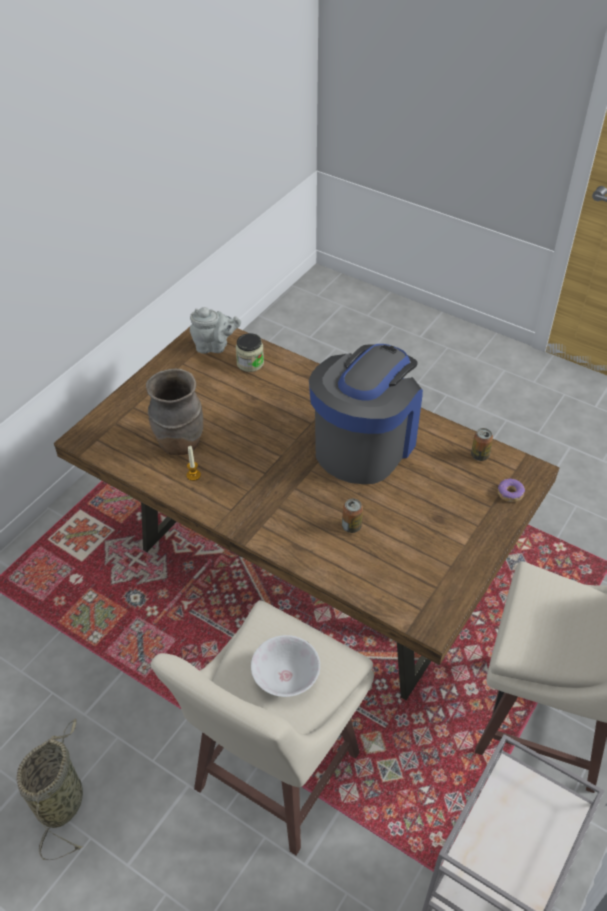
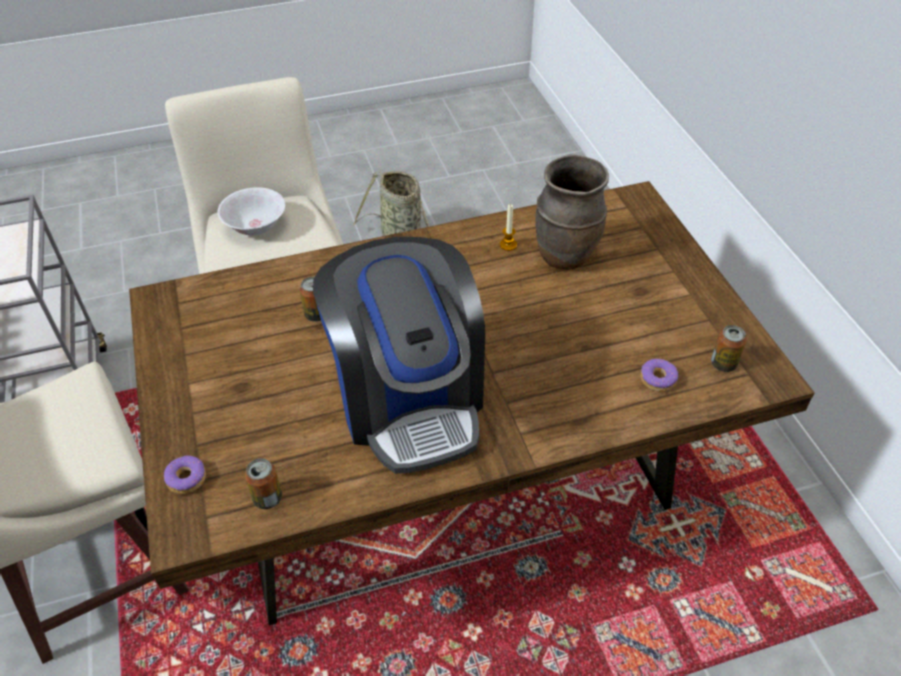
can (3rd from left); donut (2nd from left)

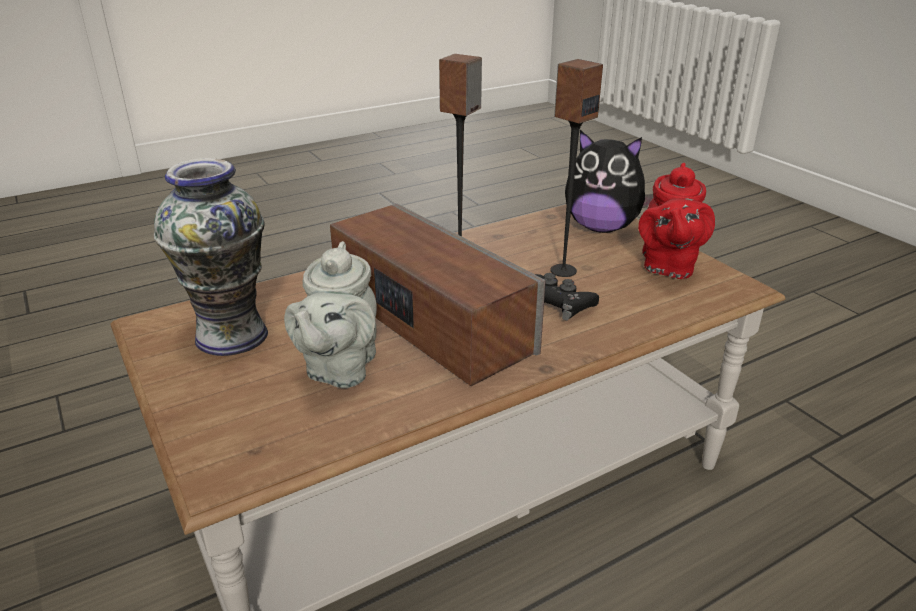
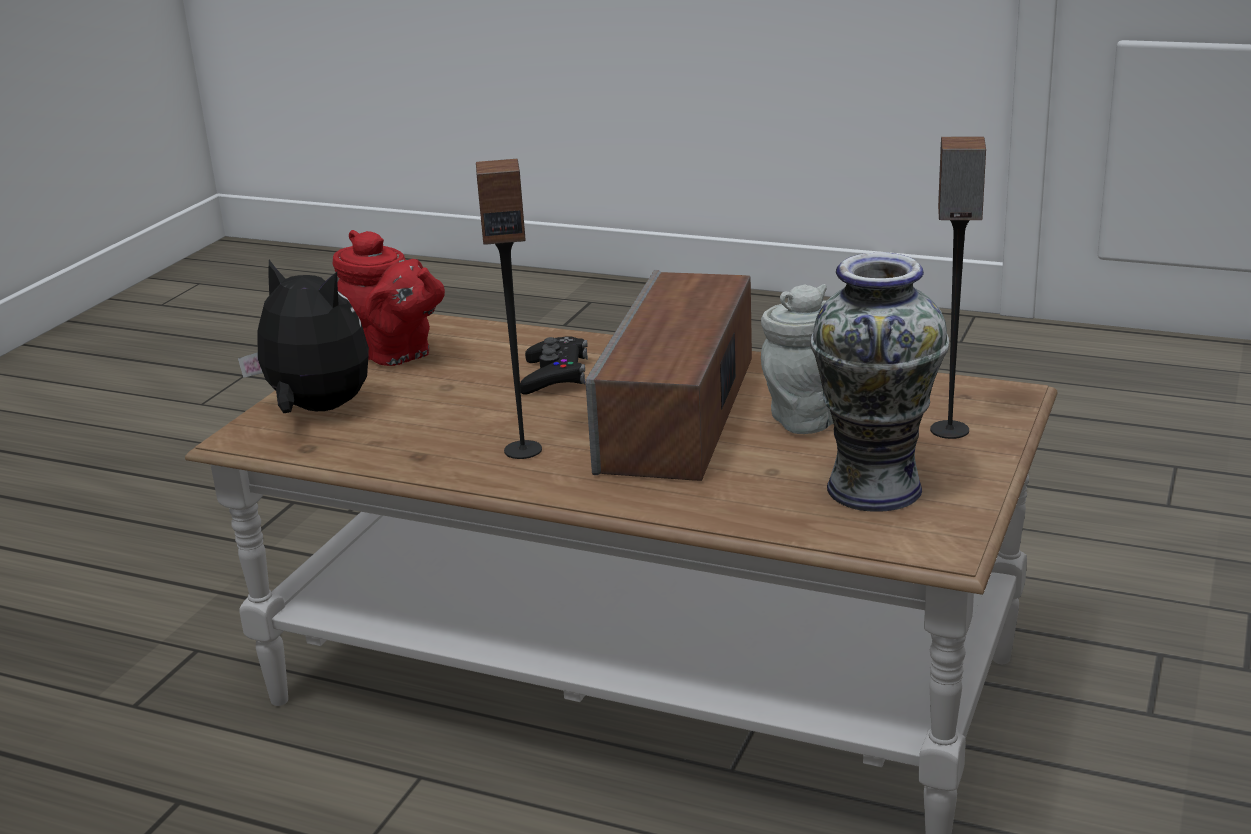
audio_speaker (3rd from left); soft_toy; reddish_teapot

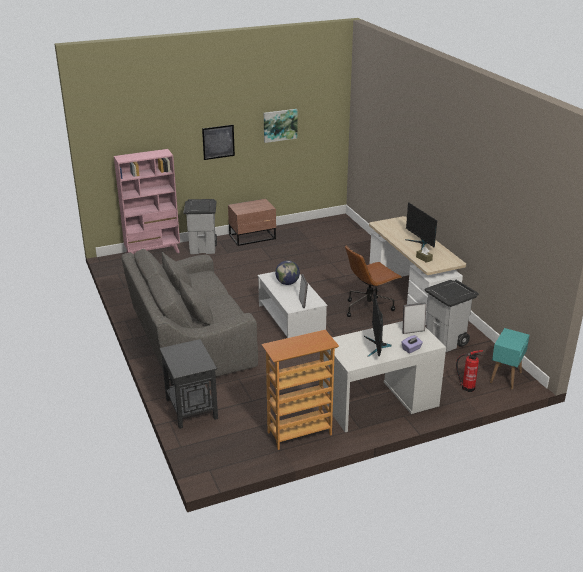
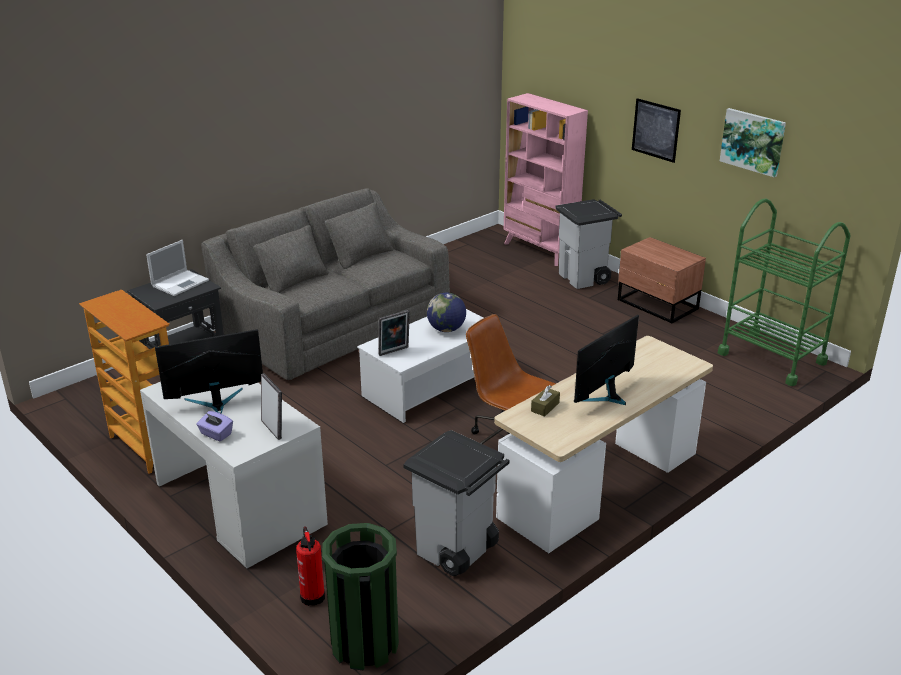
notebook_computer; green-coloured_cart; green-coloured_trash_can

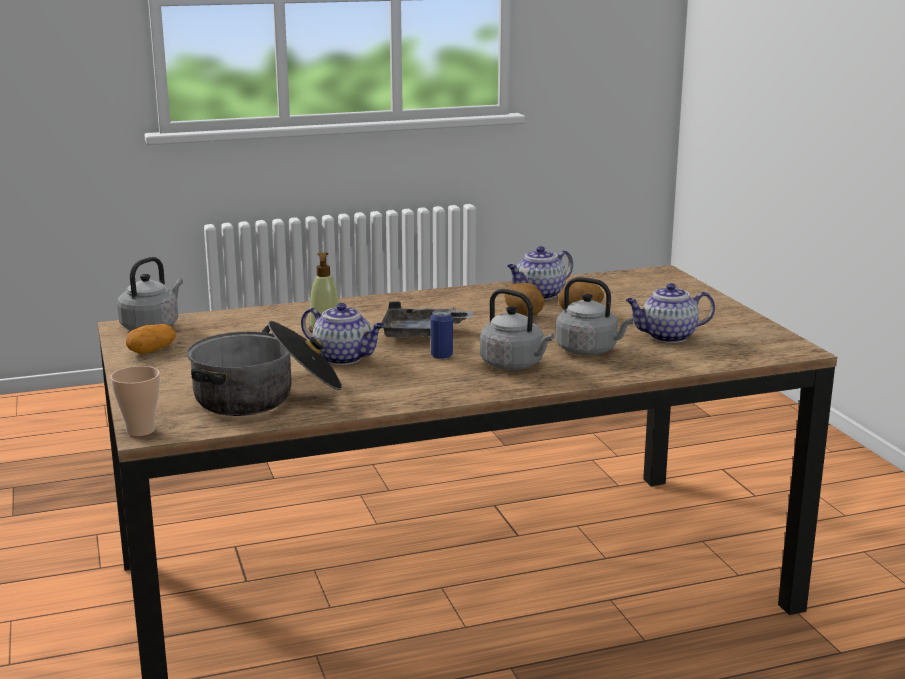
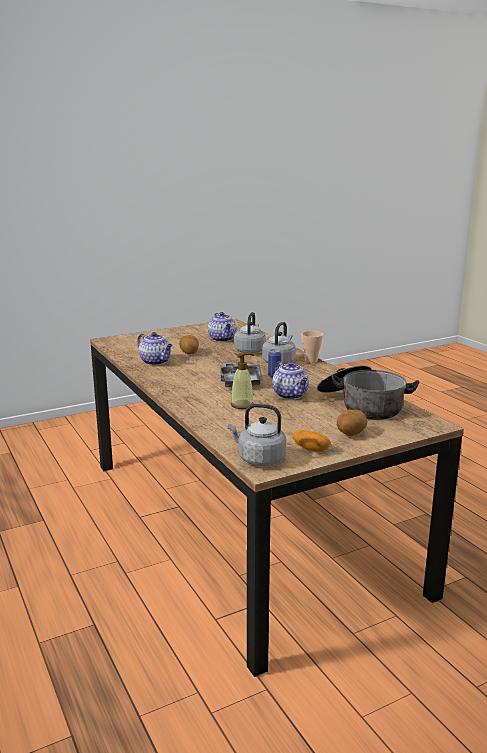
drinking_cup; spud (3rd from left); teapot (3rd from left)

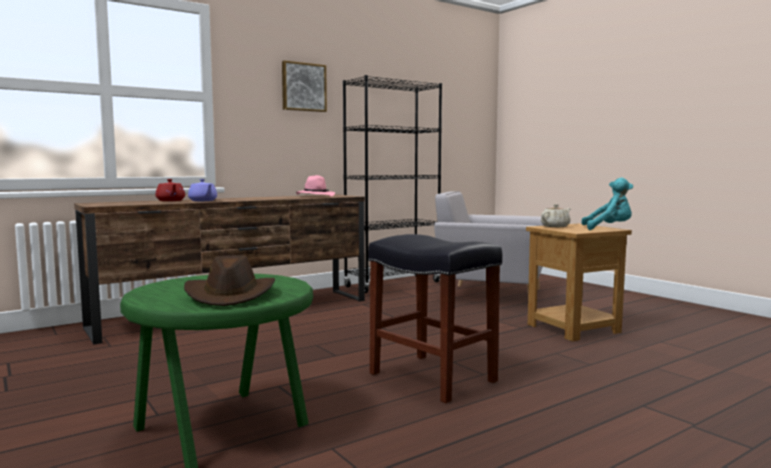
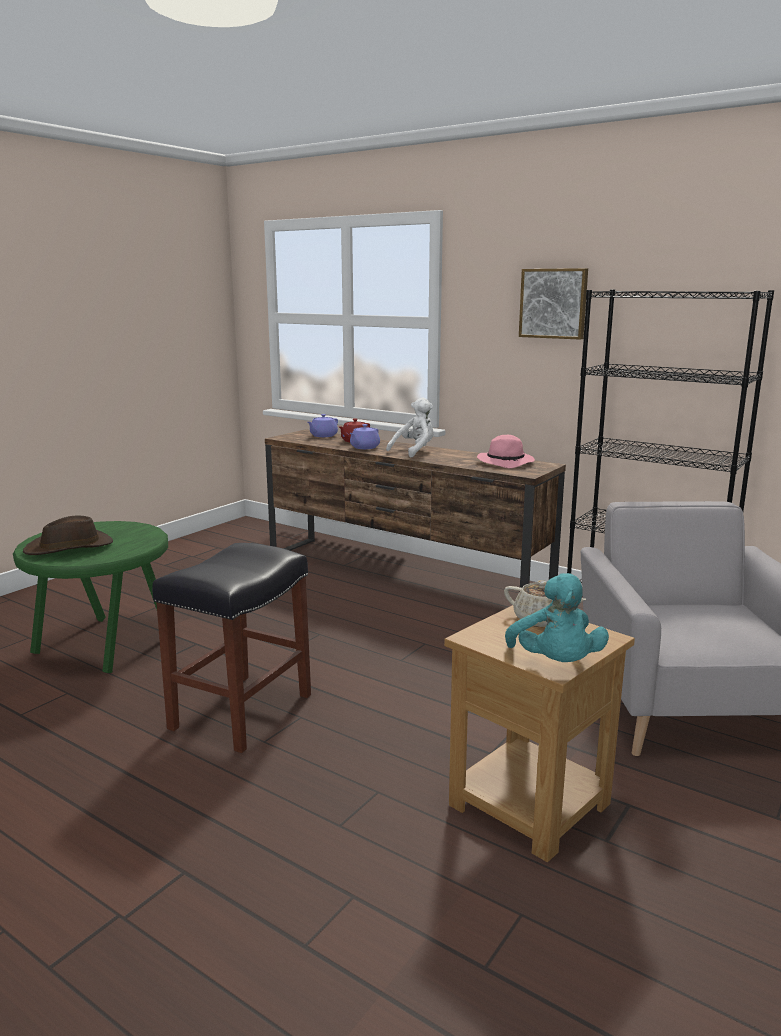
purple-coloured_teapot (1st from left); whitish_soft_toy

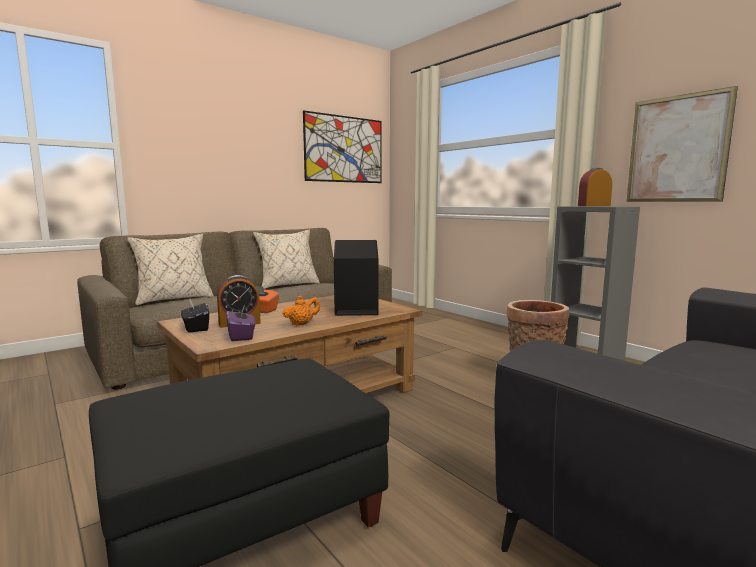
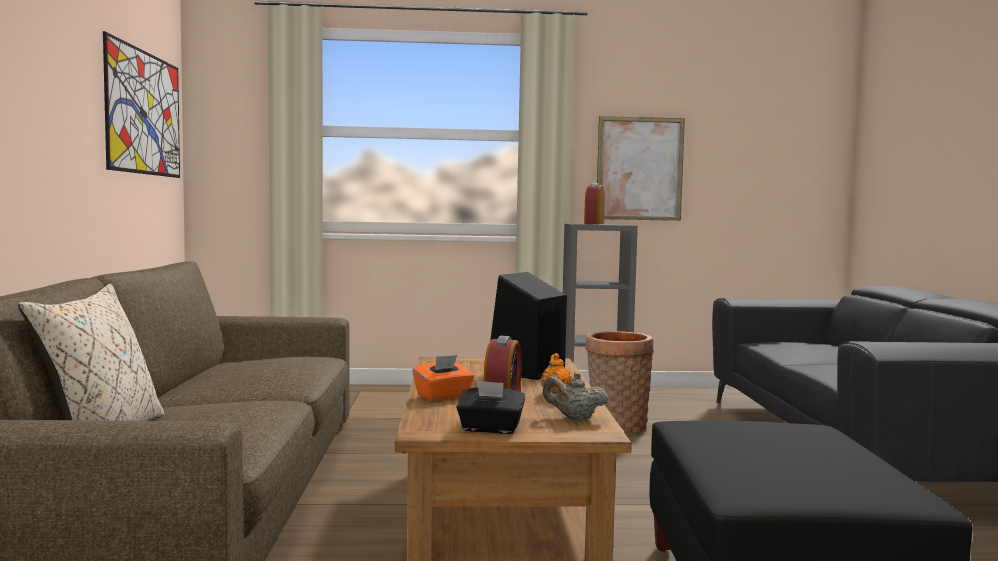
beige_pillow (2nd from left in the first image); beige_teapot

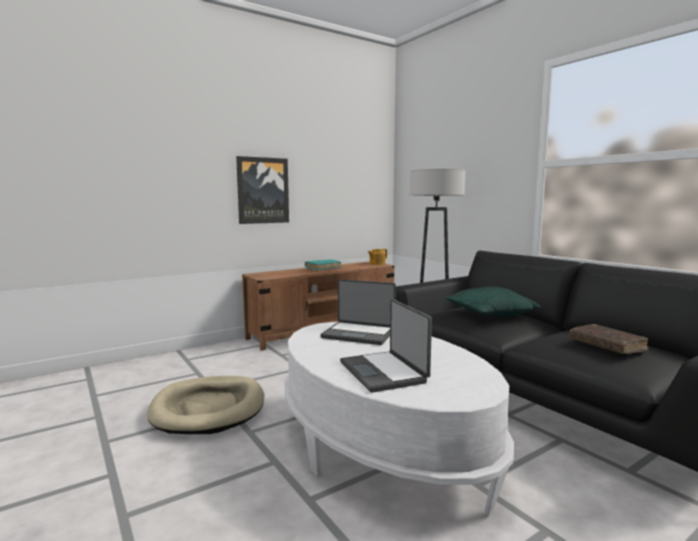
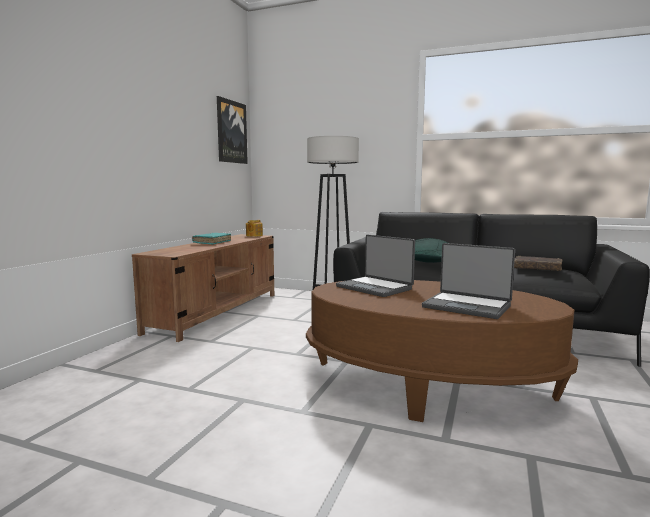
beige_dog_bed; wall_picture; brown-coloured_lounge_table; notebook_computer (1st from left)

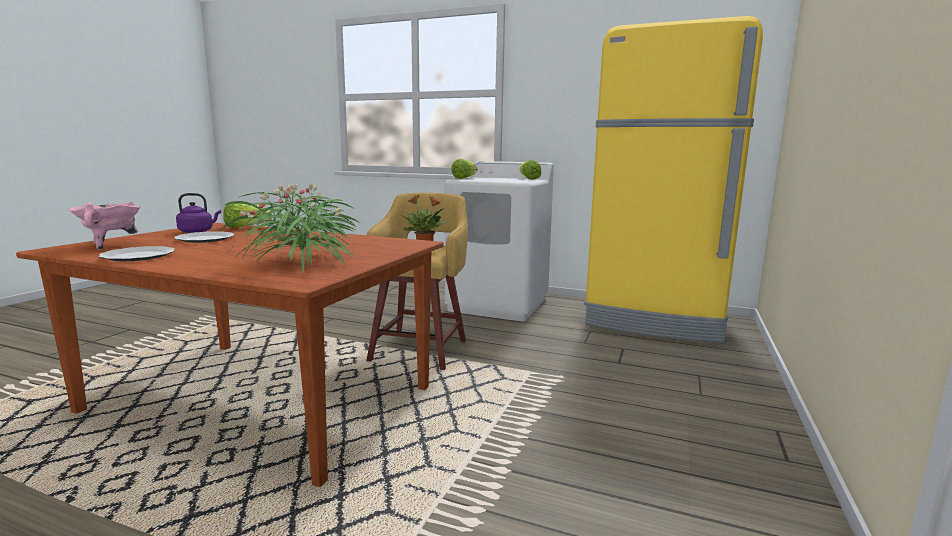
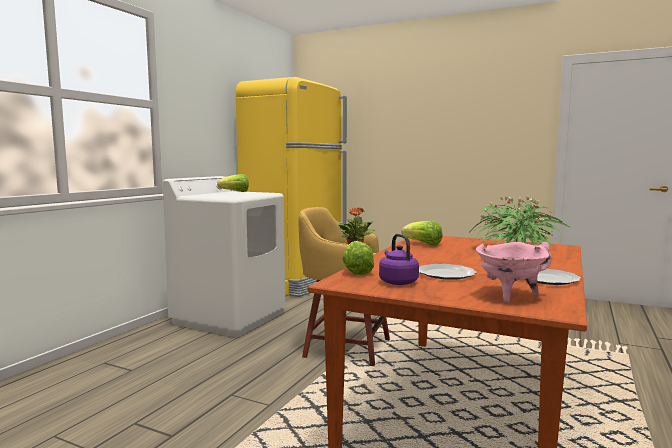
lettuce (3rd from left)

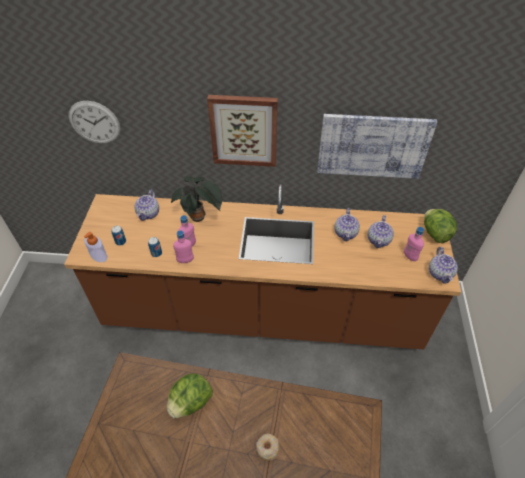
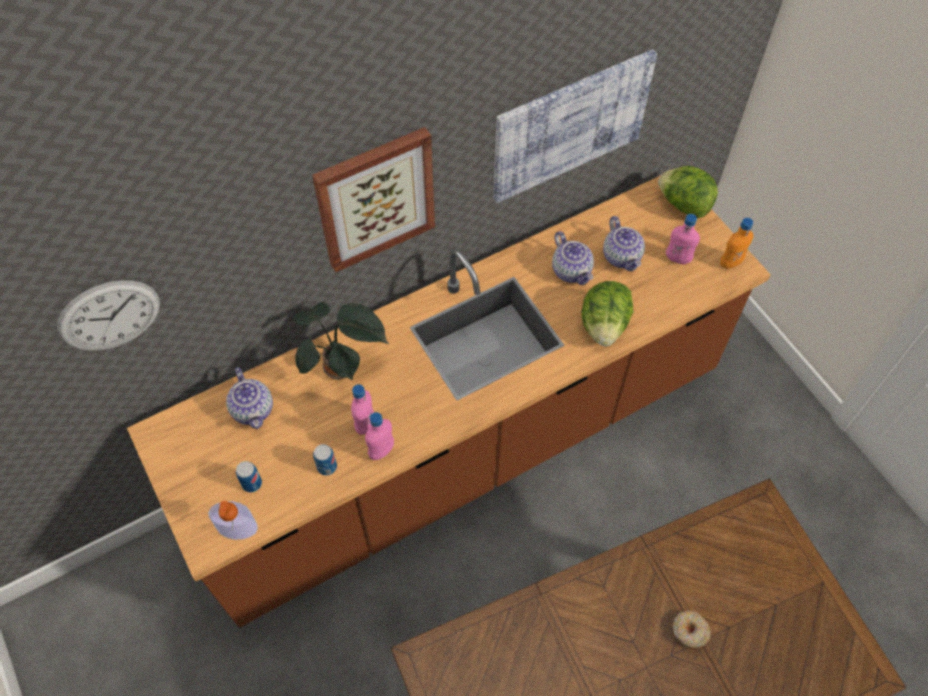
lettuce (1st from left); orange_drink_bottle

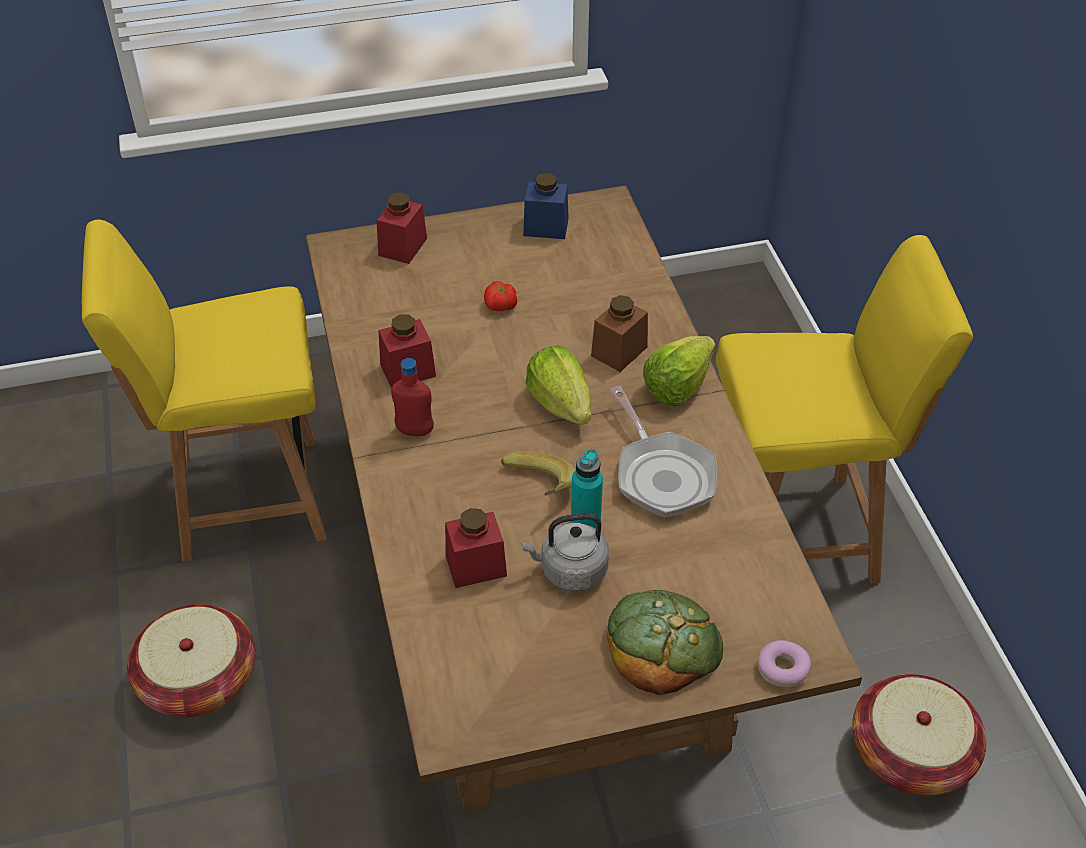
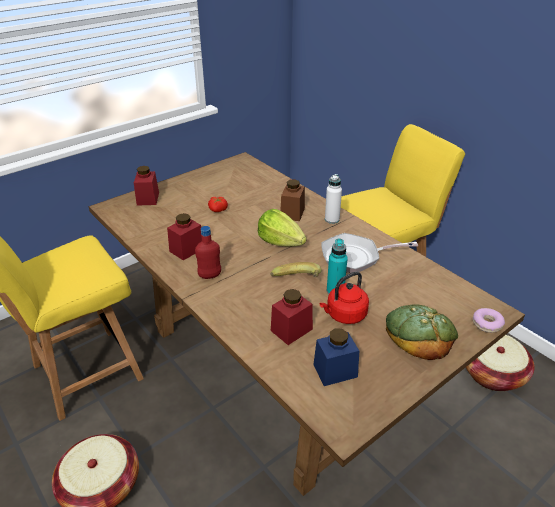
blue_preserve_jar; whitish_drink_bottle; reddish_water_kettle; skillet

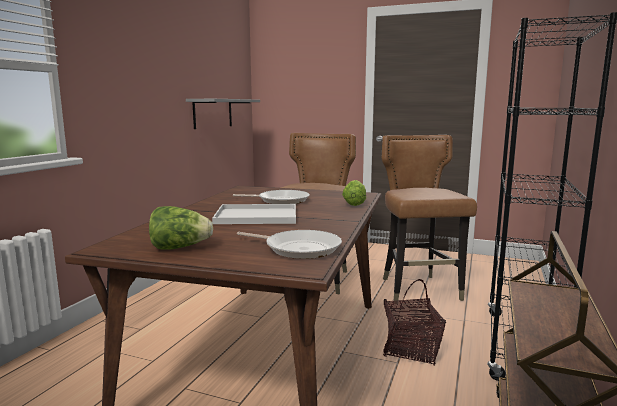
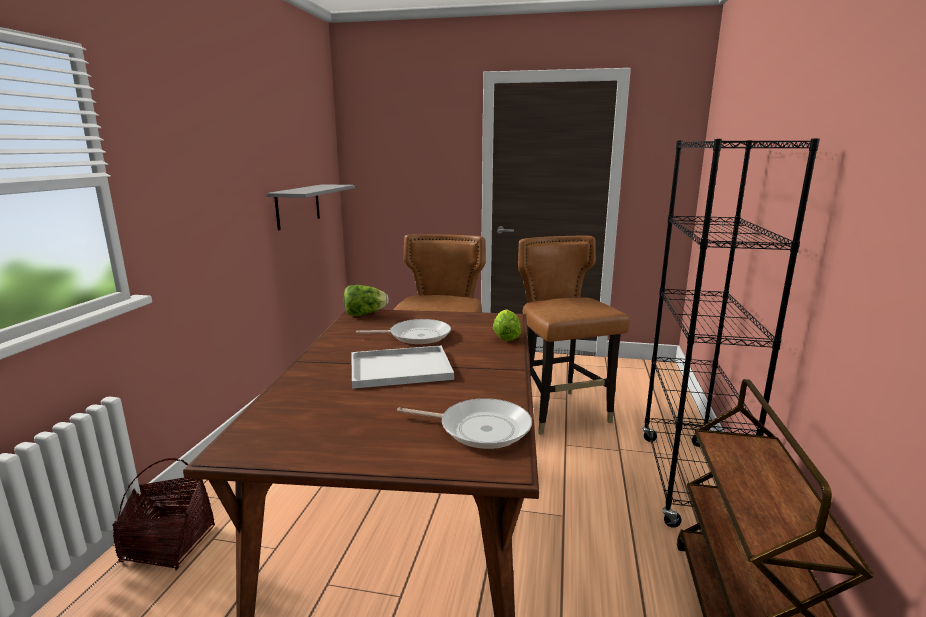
lettuce (1st from left); basket

